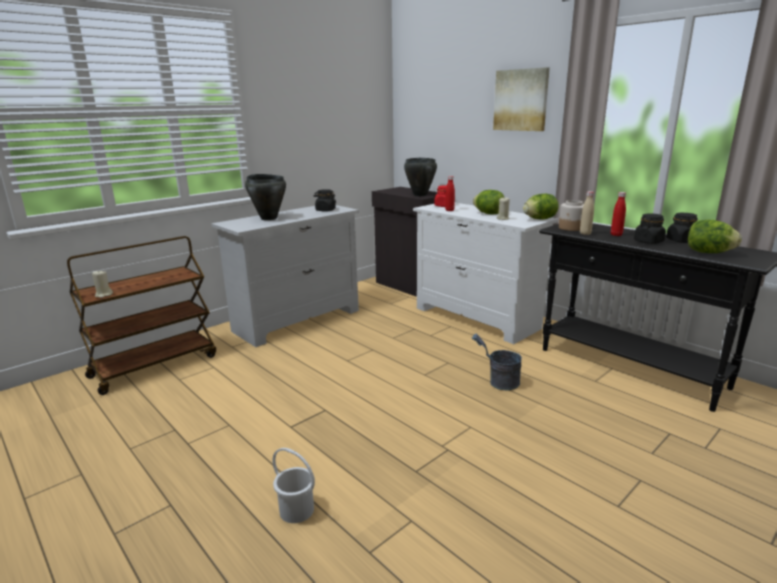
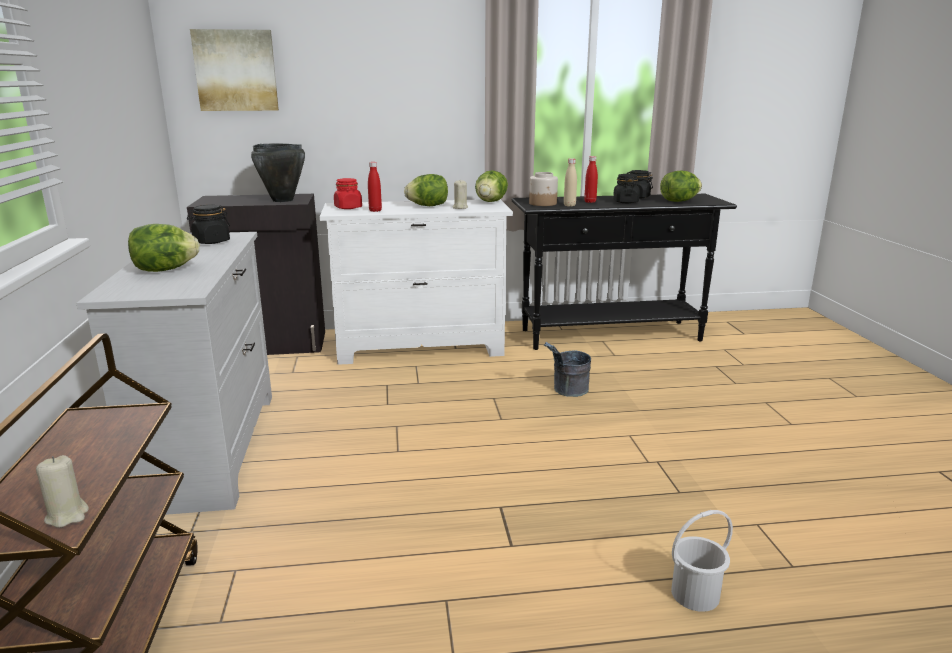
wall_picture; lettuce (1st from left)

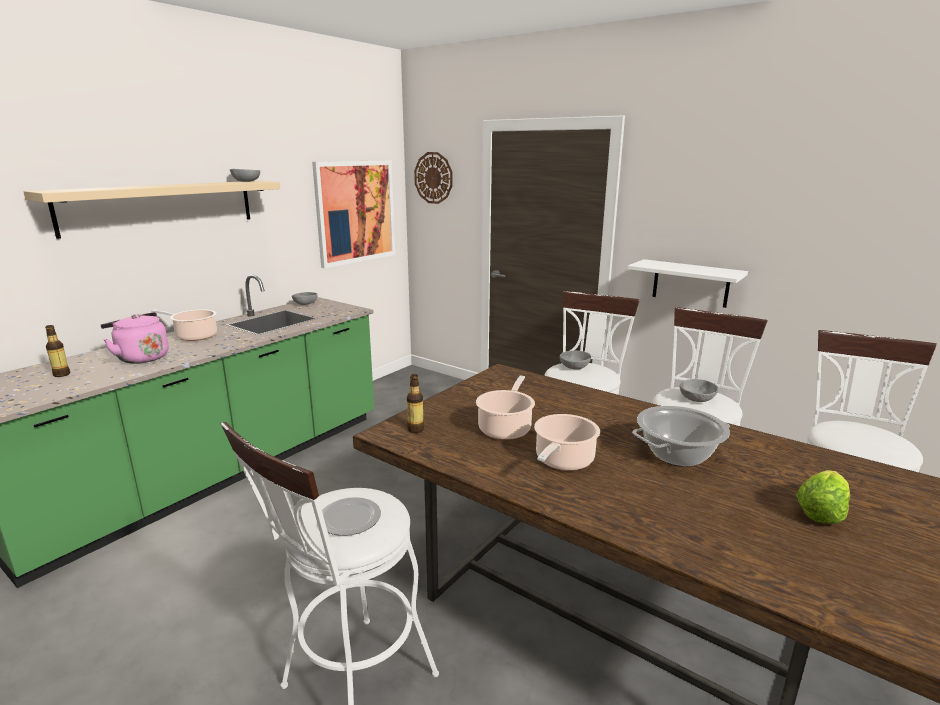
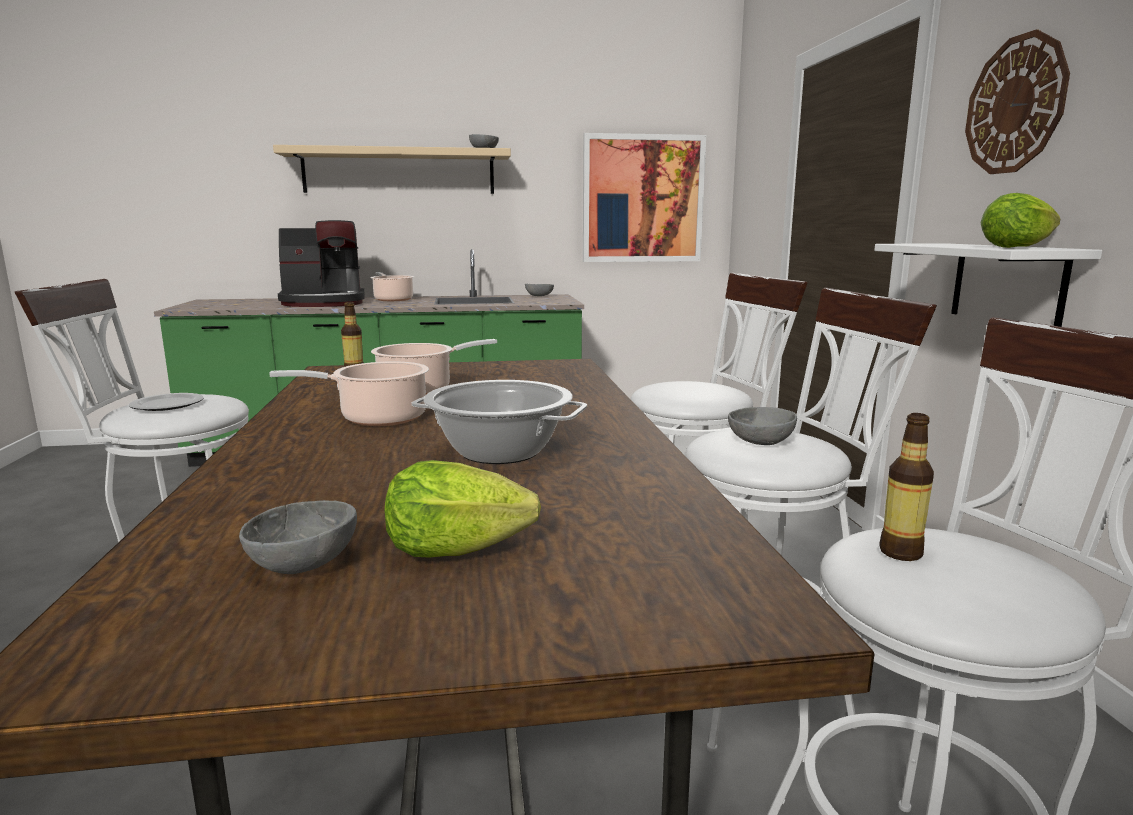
lettuce (2nd from left); drink_bottle (2nd from left); clock_on_the_wall; grey_bowl (1st from left); coffee_brewer

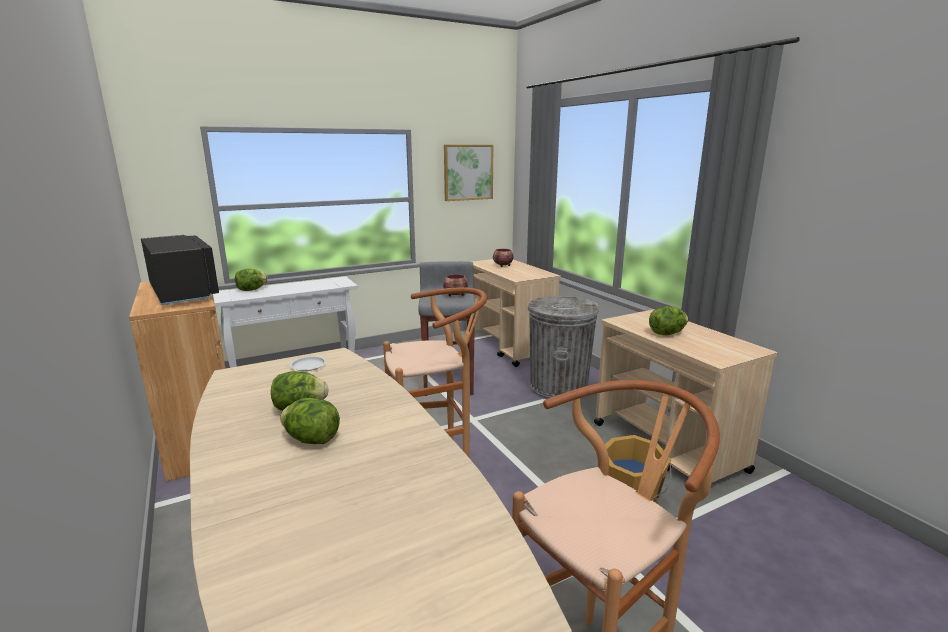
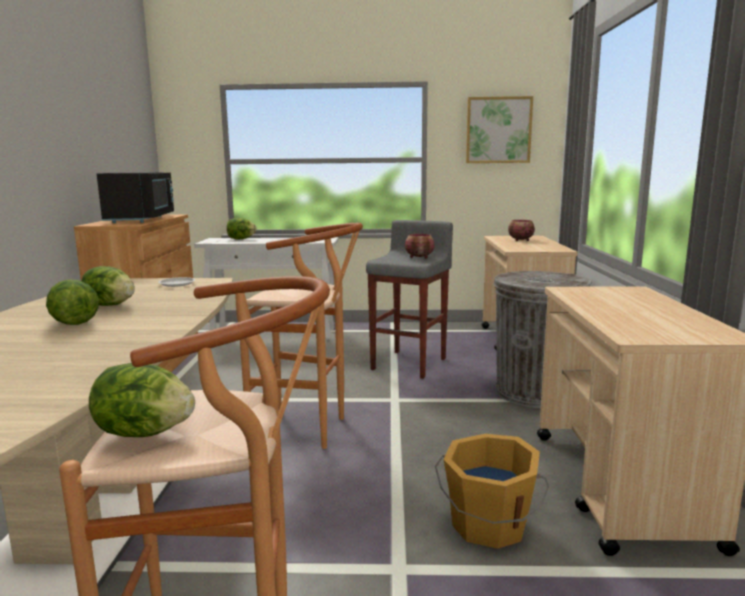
lettuce (3rd from left)

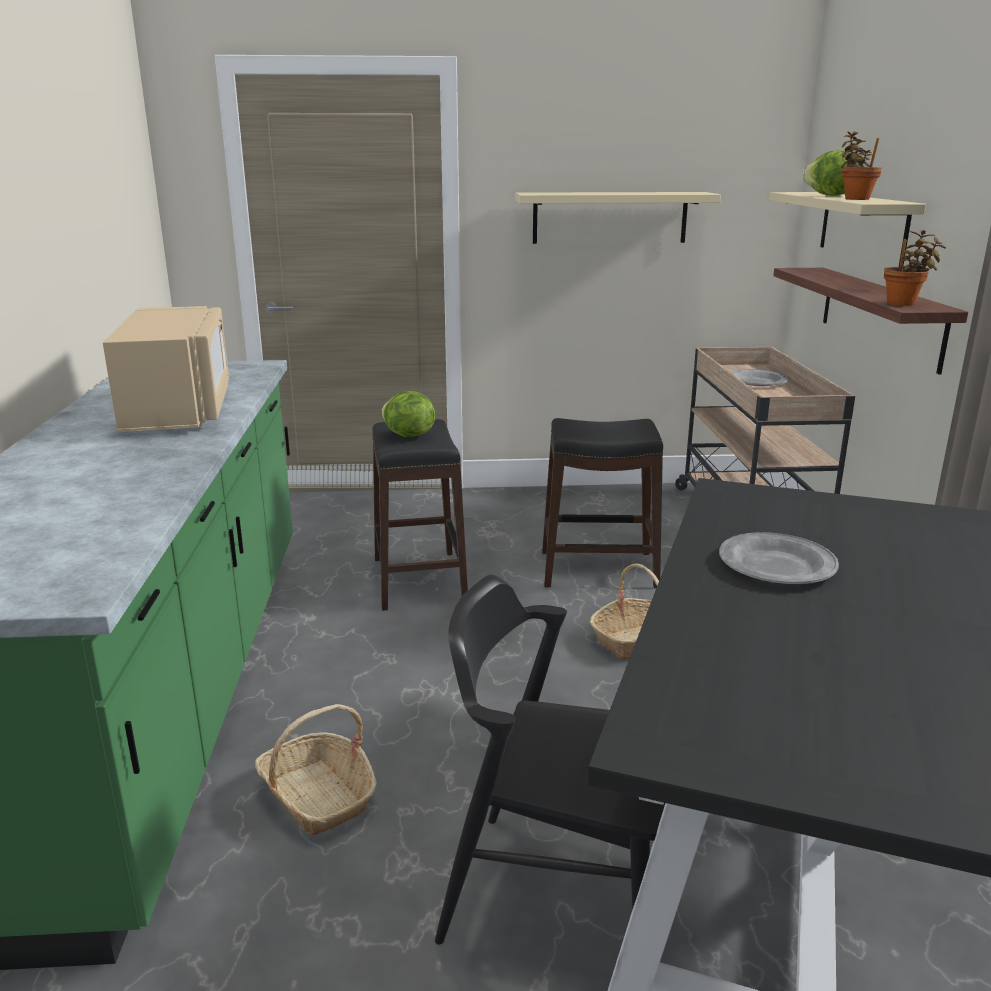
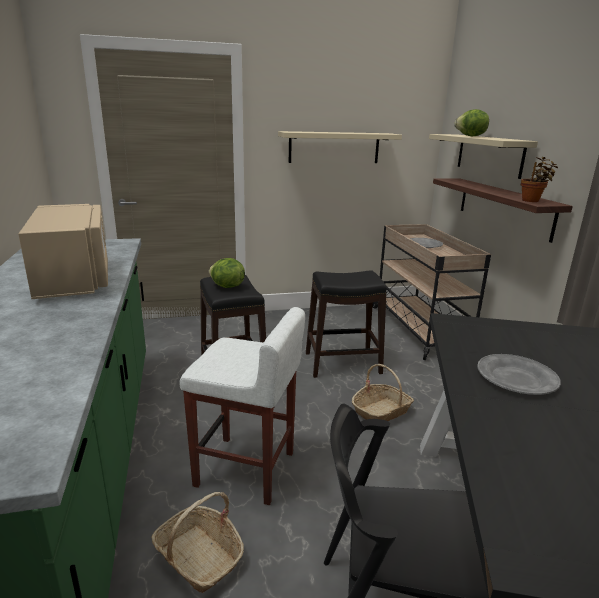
plant_in_a_pot (1st from left in the first image); whitish_stool

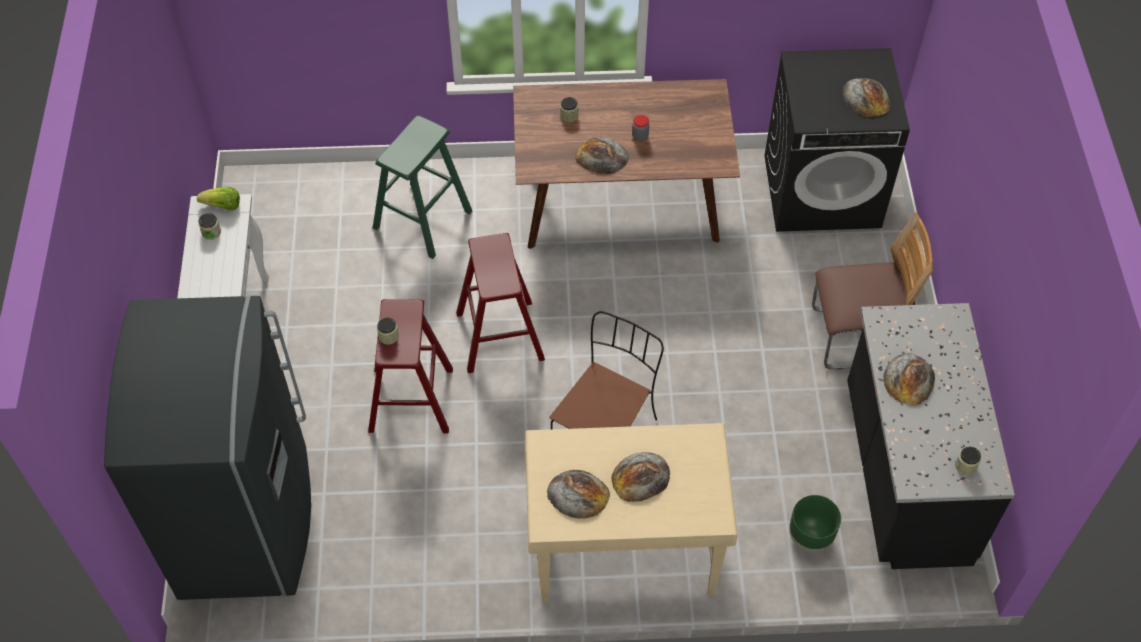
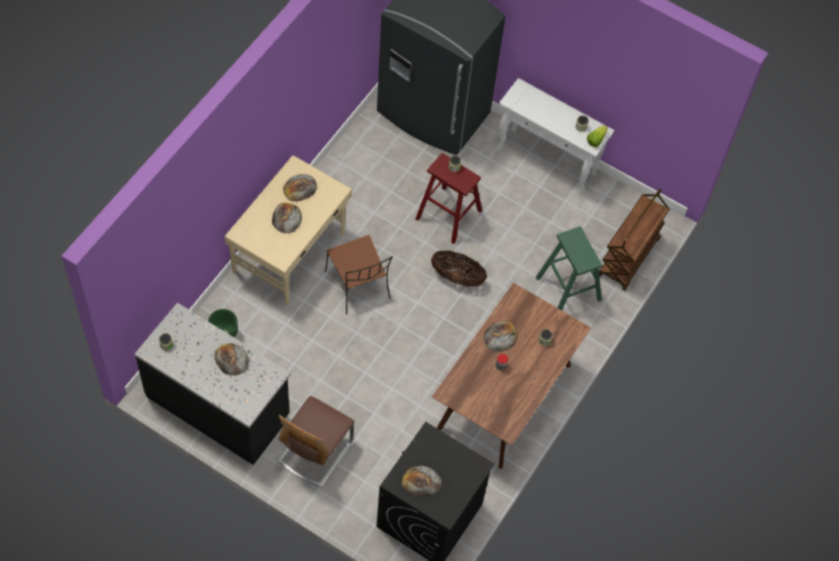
brown-coloured_cart; basket

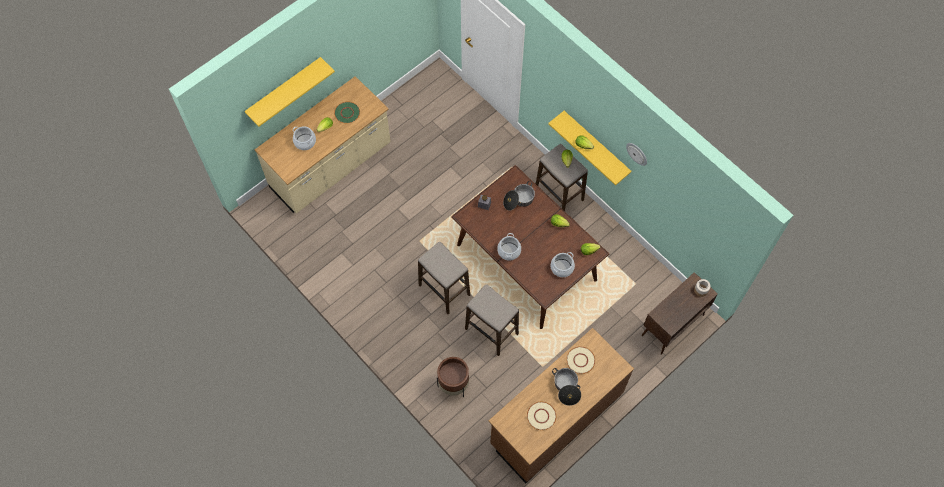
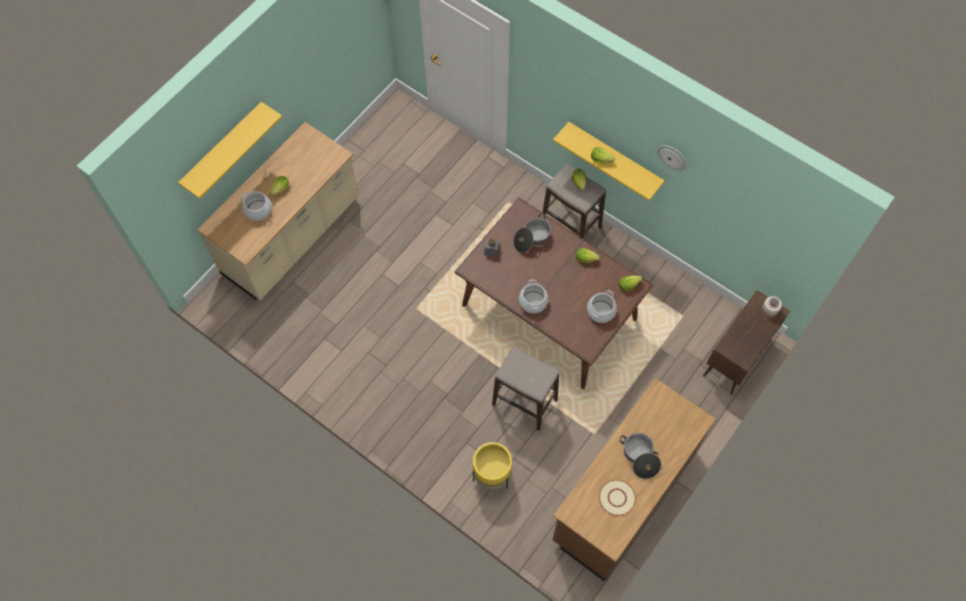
green-coloured_flat_dish; stool (1st from left in the first image); beige_flat_dish (2nd from left in the first image); yellow_flower_pot

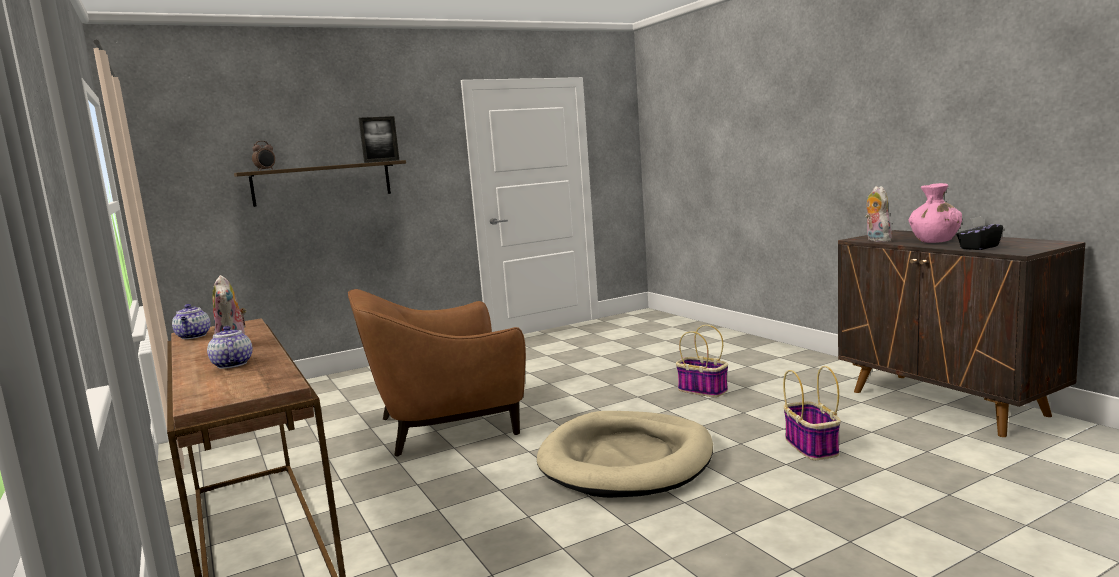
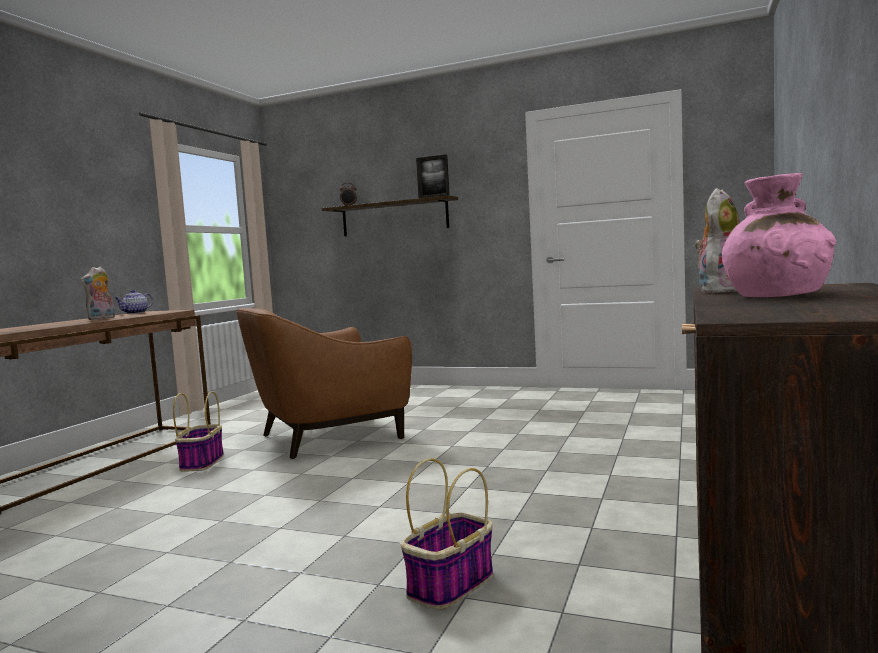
teapot (2nd from left in the first image); beige_dog_bed; black_tissue_box; basket (1st from left); brown-coloured_easy_chair

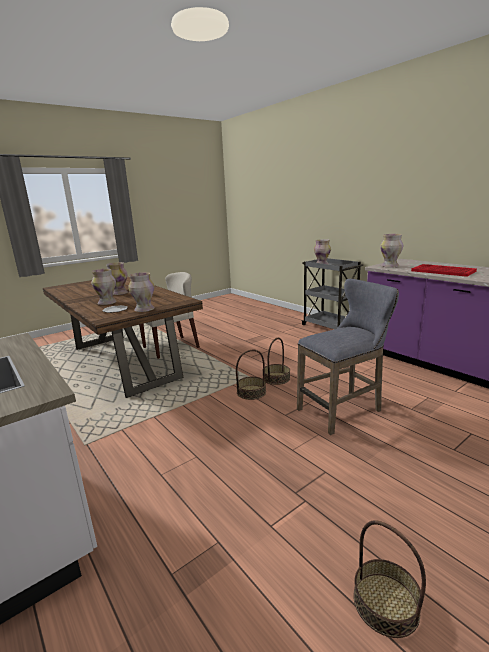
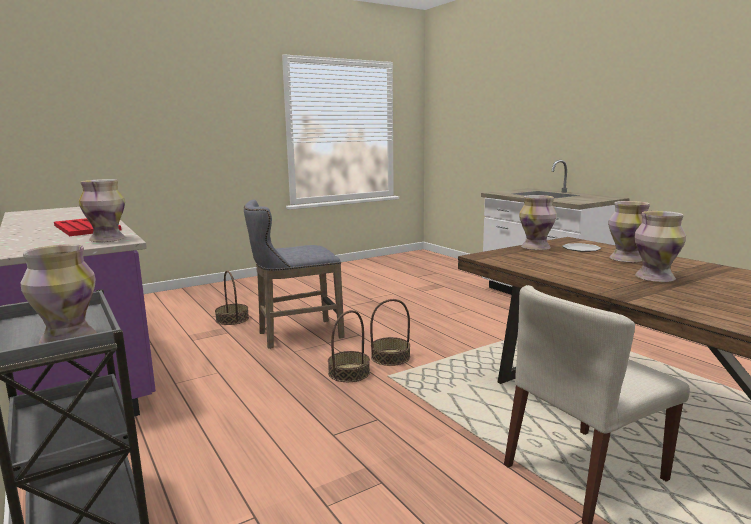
basket (1st from left)

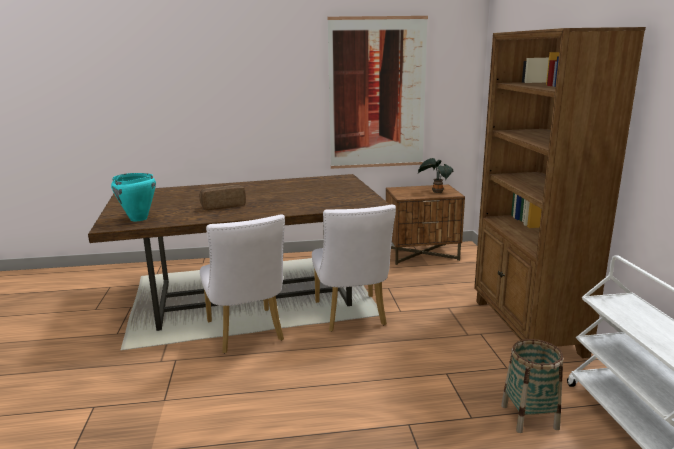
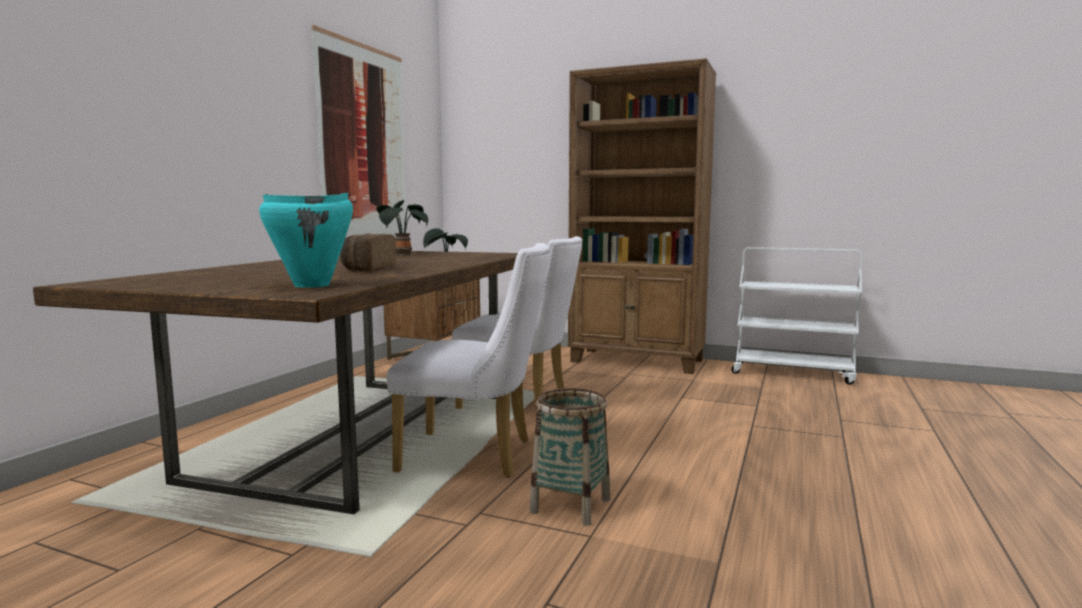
plant_in_a_pot (1st from left); basket

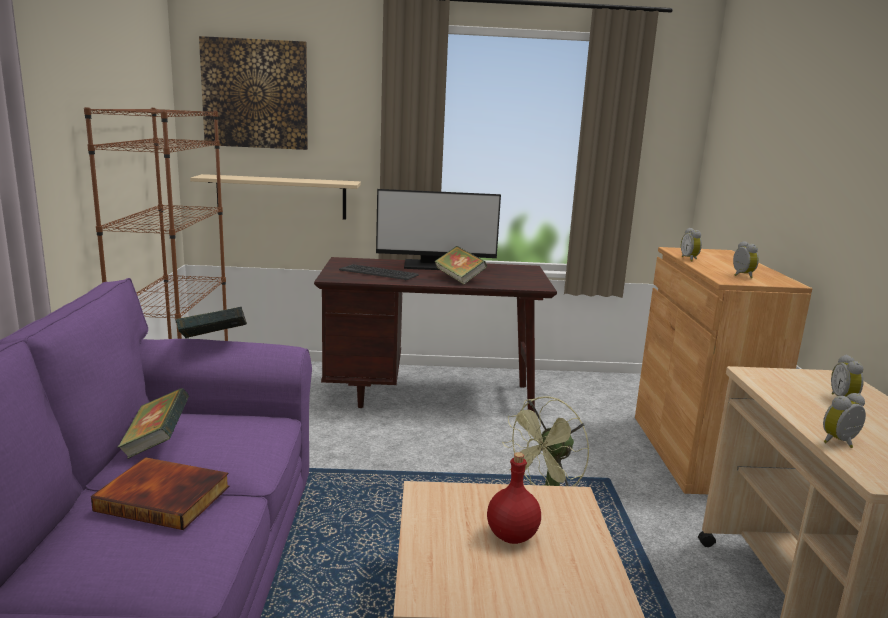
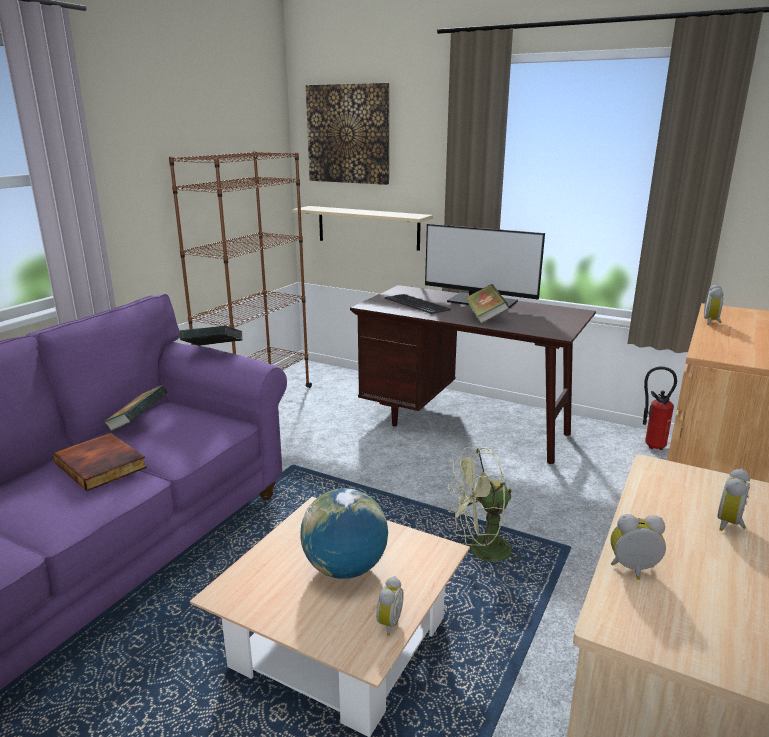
fire_extinguisher; alarm_clock (1st from left); desk_globe

